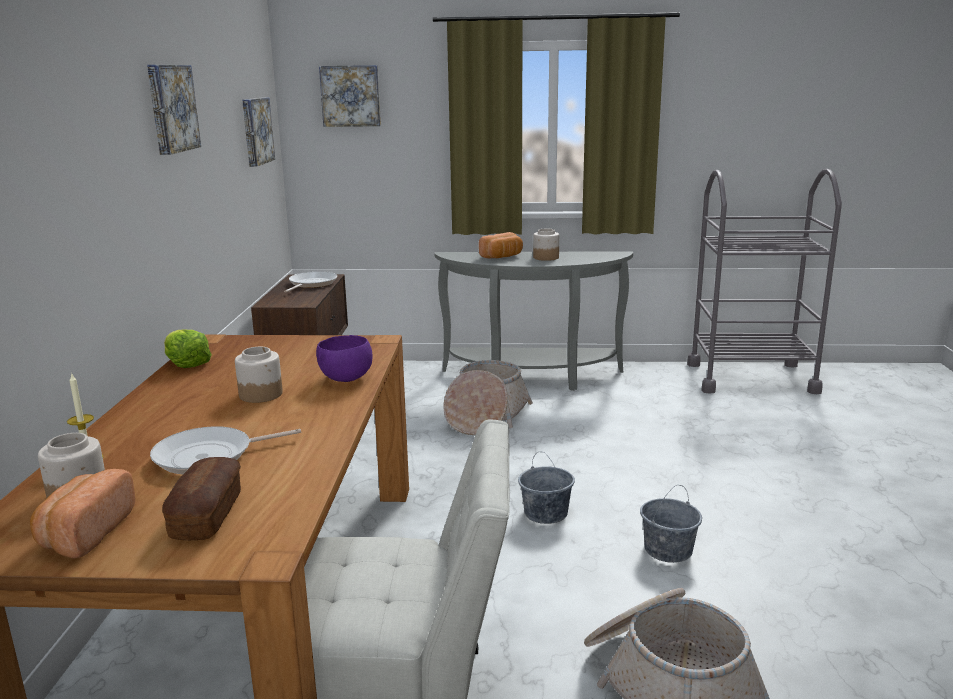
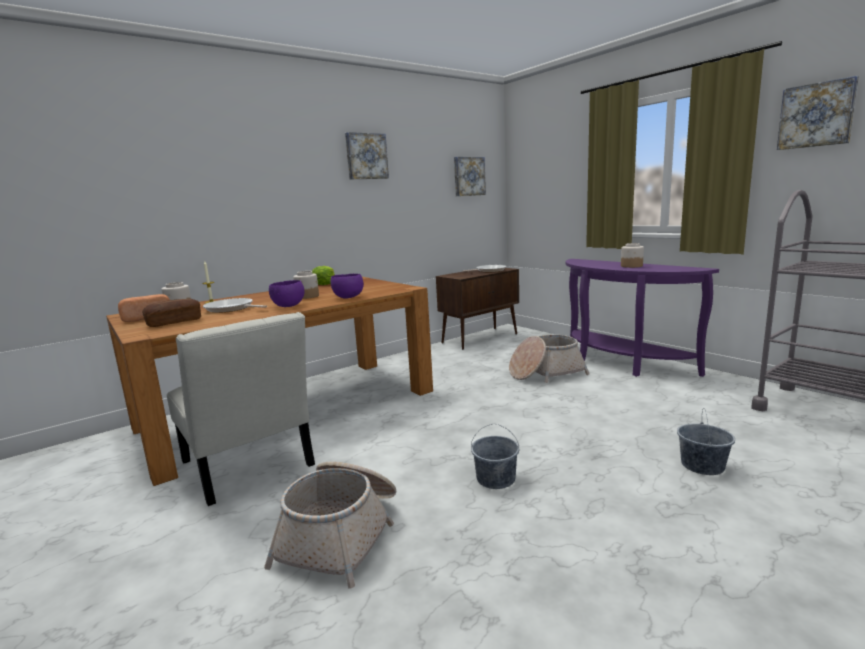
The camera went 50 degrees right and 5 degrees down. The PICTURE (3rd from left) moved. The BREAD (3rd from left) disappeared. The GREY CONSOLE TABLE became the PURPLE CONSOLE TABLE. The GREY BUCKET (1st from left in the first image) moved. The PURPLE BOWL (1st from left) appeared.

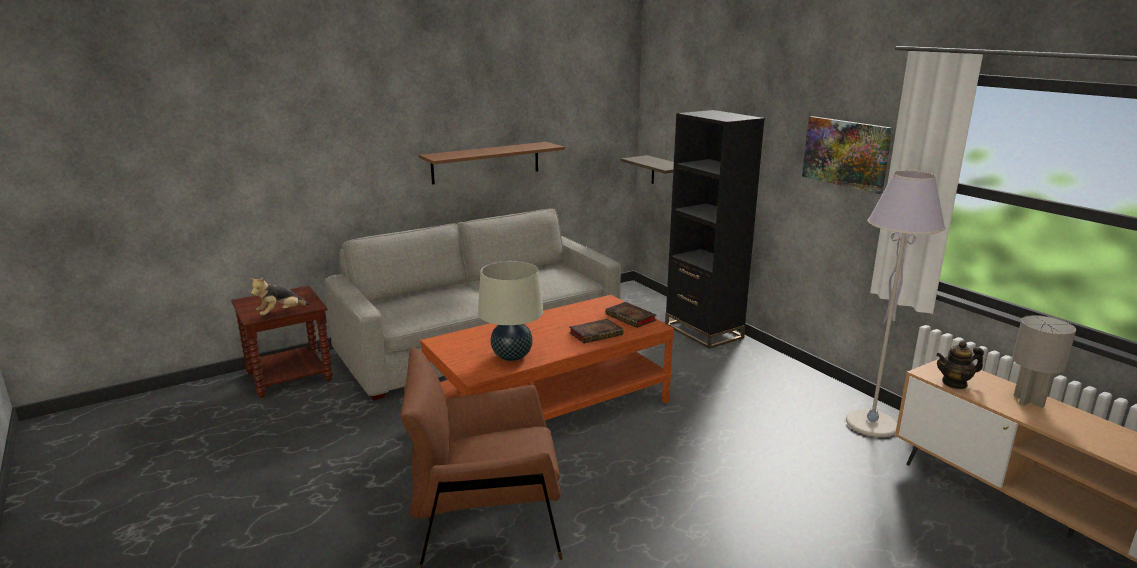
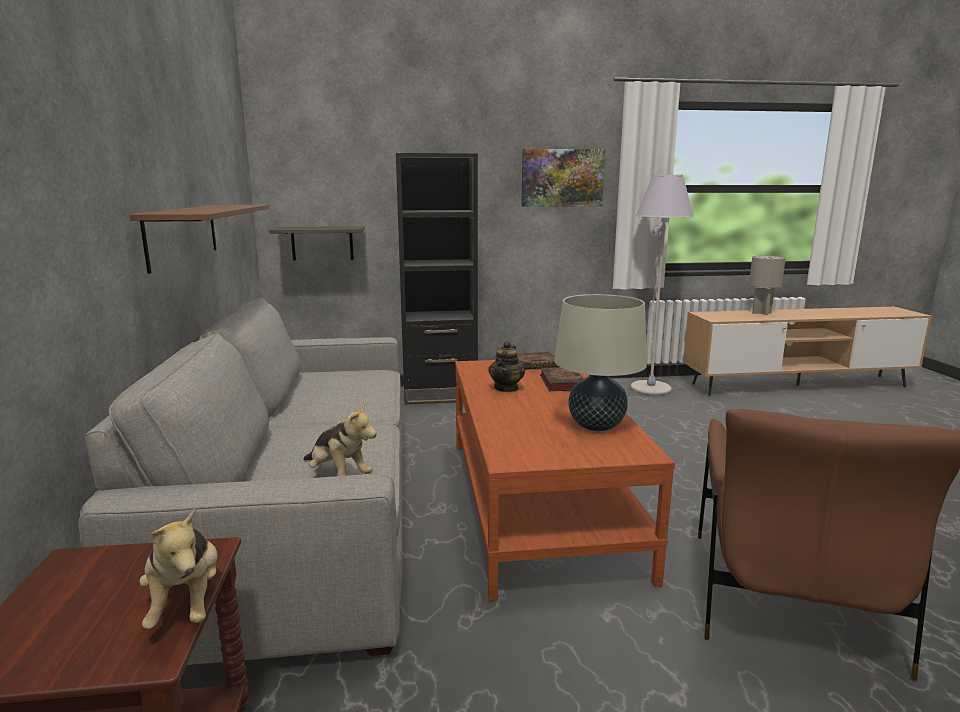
The camera went 65 degrees left and 5 degrees down. The TEAPOT moved. The PLUSH TOY (2nd from left) appeared.

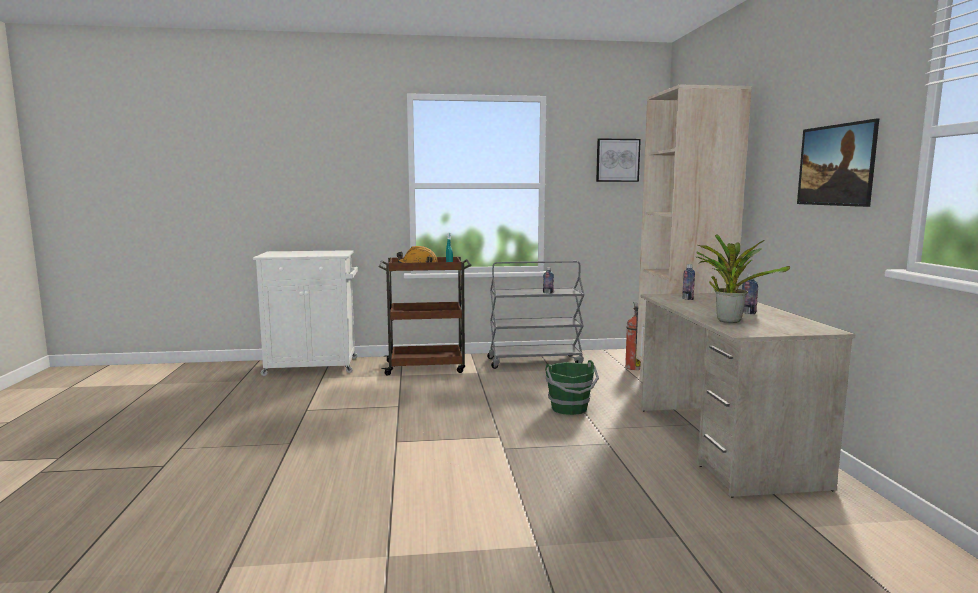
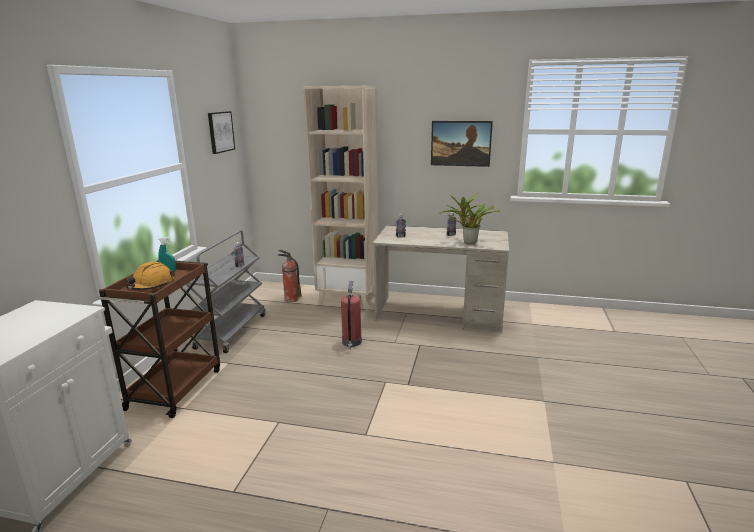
The camera went 70 degrees left and 10 degrees up. The GREEN BUCKET was replaced by the FIRE EXTINGUISHER (2nd from left).

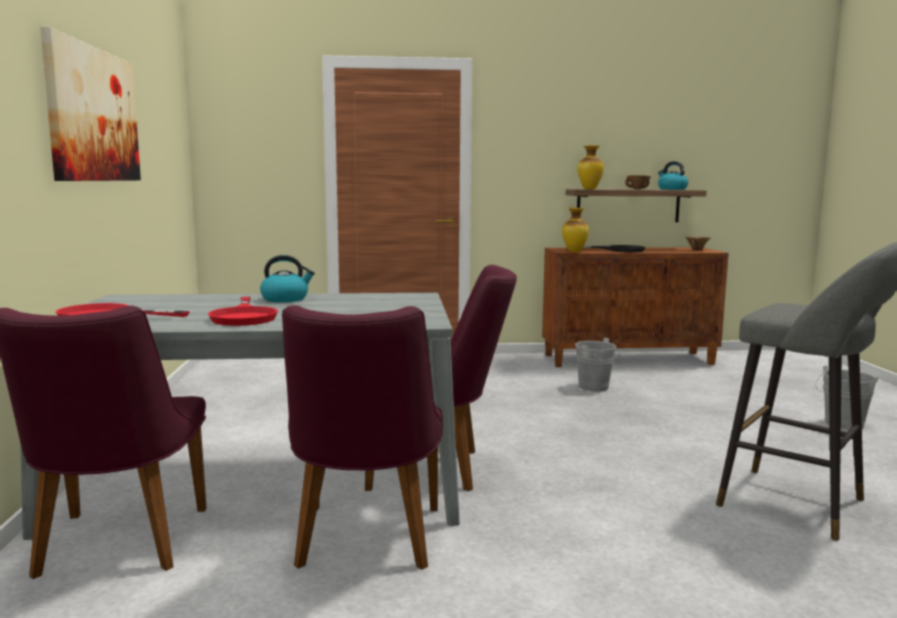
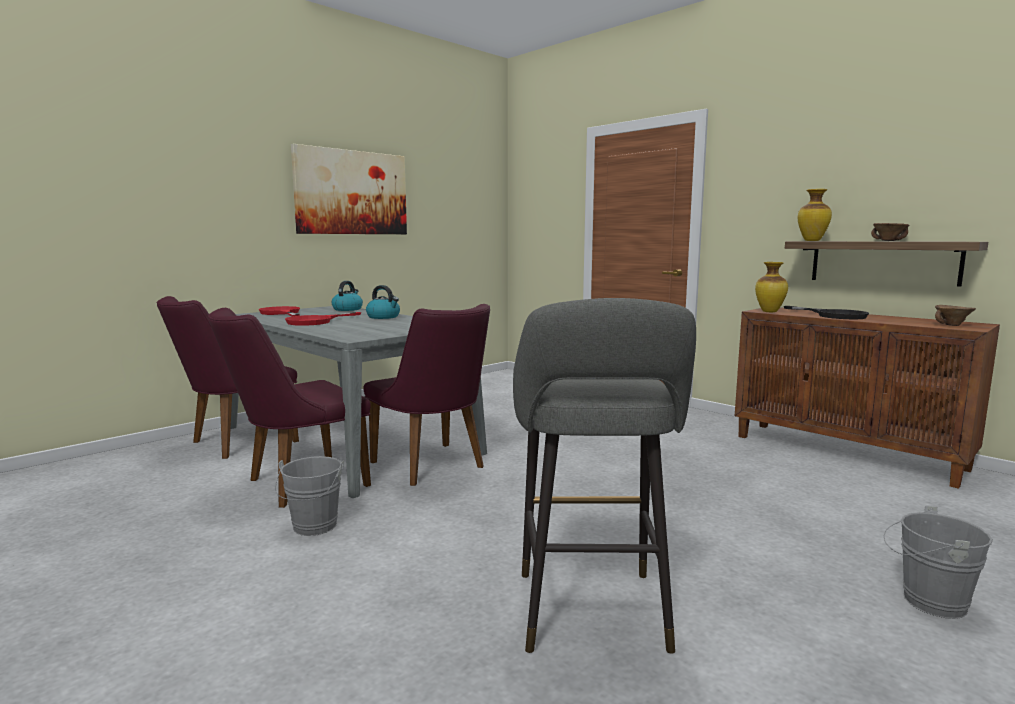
The camera went 50 degrees right and 0 degrees up. The KETTLE (2nd from left in the first image) moved. The GREY BUCKET (1st from left) moved.

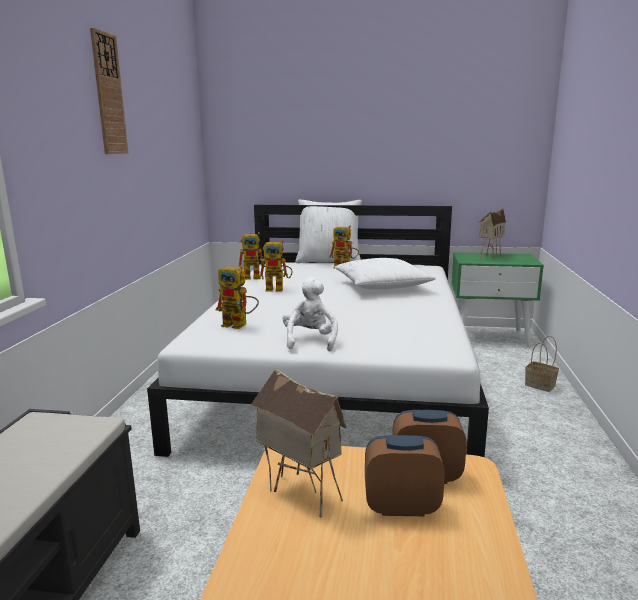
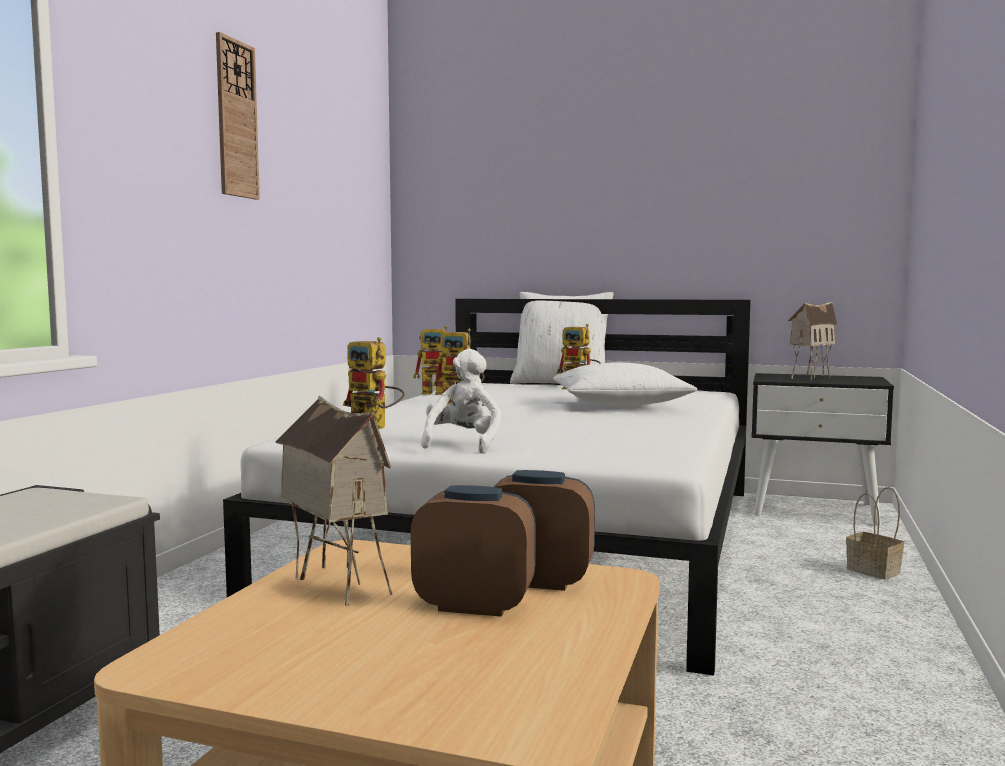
The camera went 10 degrees right and 10 degrees down. The GREEN NIGHTSTAND became the BLACK NIGHTSTAND.

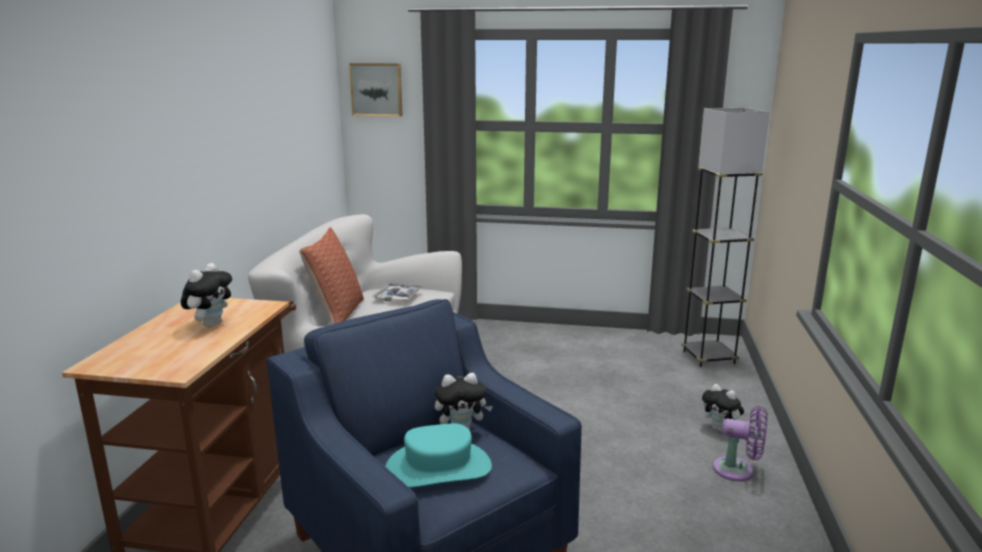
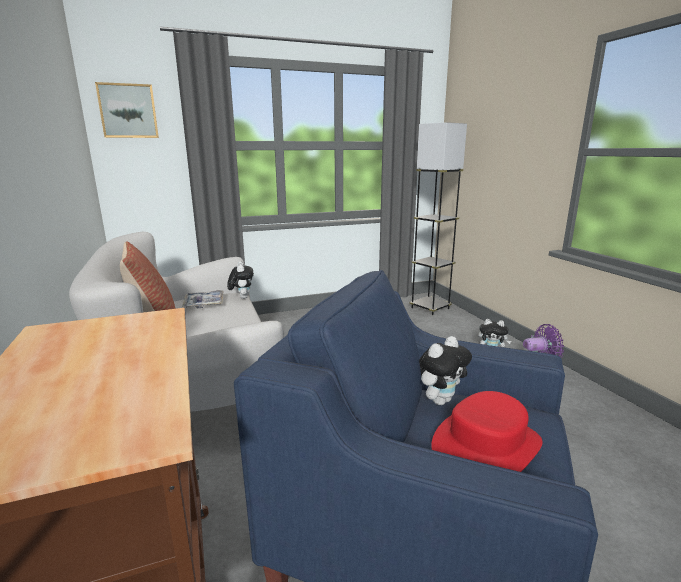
The camera went 30 degrees left and 0 degrees up. The PLUSH TOY (1st from left) moved. The TURQUOISE HAT became the RED HAT.

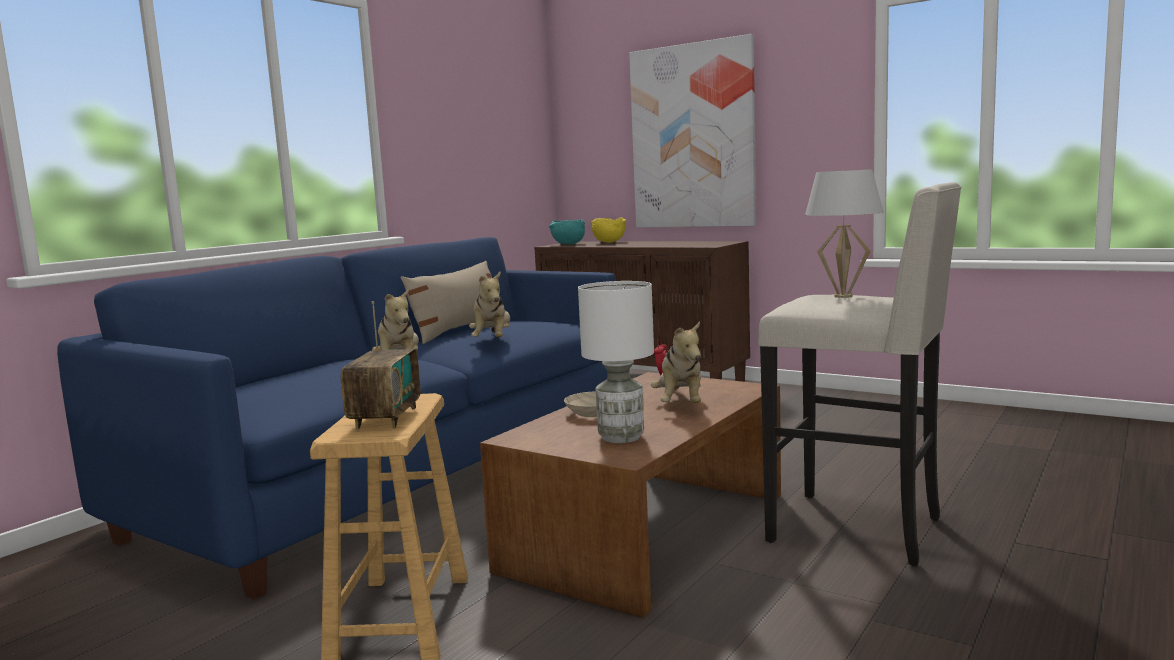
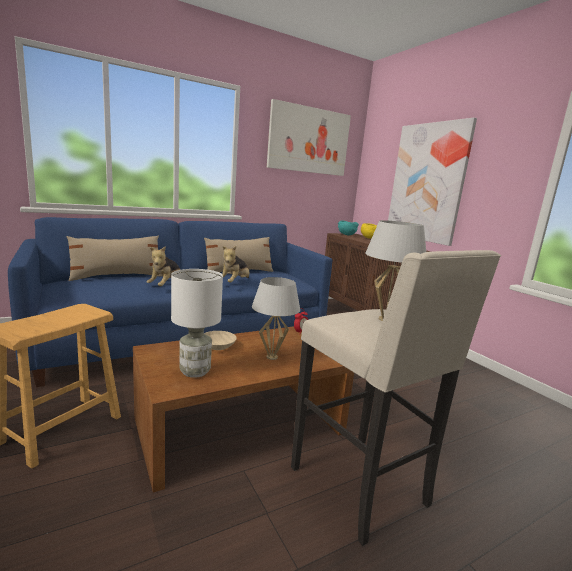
The camera went 25 degrees right and 5 degrees up. The RADIO disappeared. The PLUSH TOY (3rd from left) was replaced by the WHITE TABLE LAMP (2nd from left). The PICTURE (1st from left) appeared. The BEIGE PILLOW (1st from left) appeared.

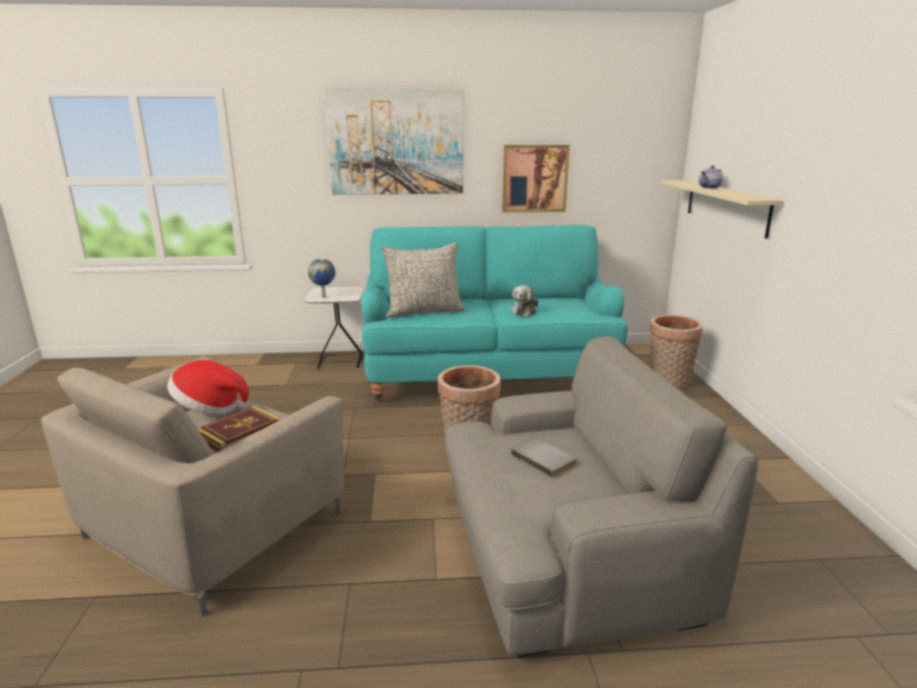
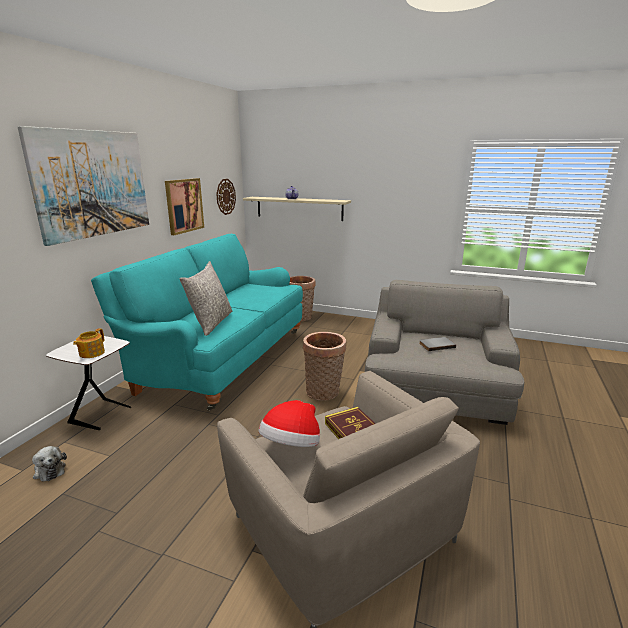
The camera went 65 degrees left and 0 degrees up. The GLOBE was replaced by the TEAPOT (1st from left). The PLUSH TOY moved. The WALL CLOCK appeared.

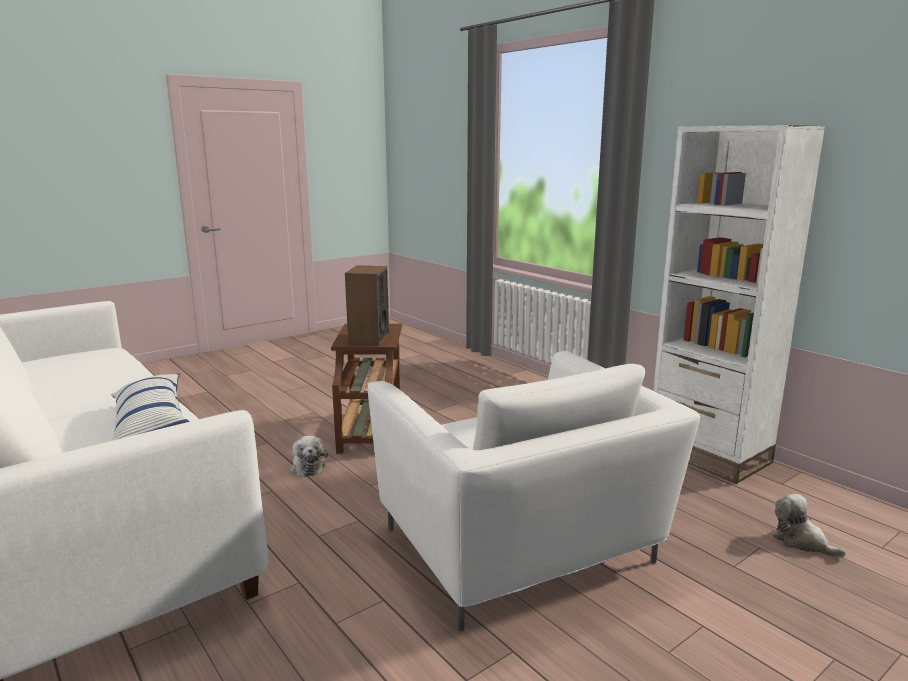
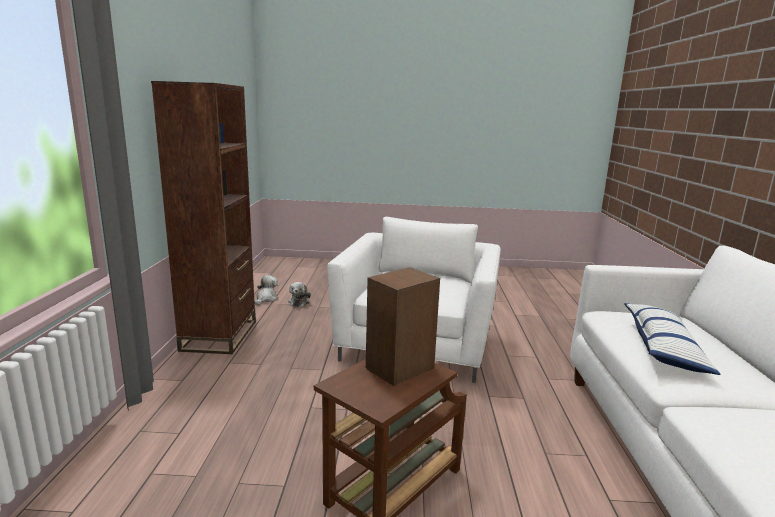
The camera went 140 degrees left and 0 degrees up. The WHITE BOOKCASE became the BROWN BOOKCASE. The PLUSH TOY (1st from left) moved.

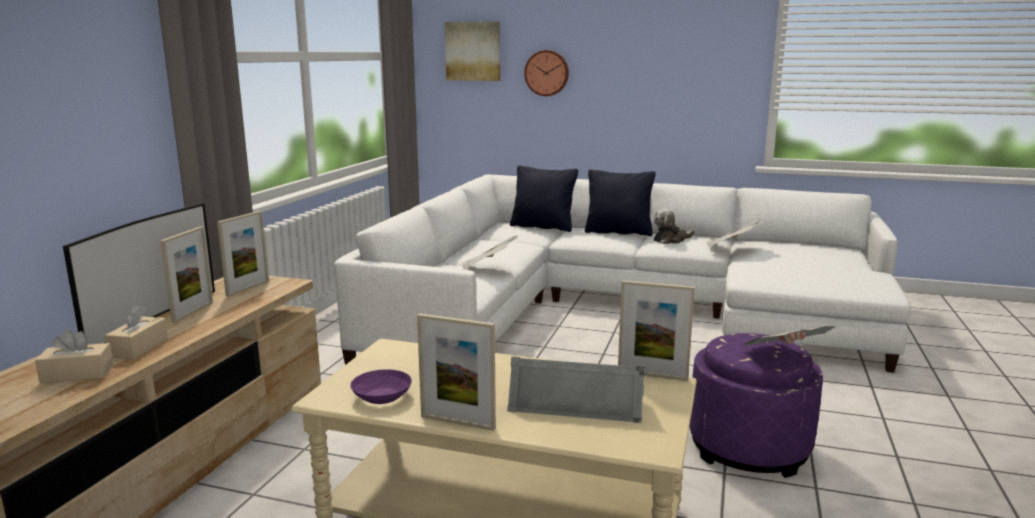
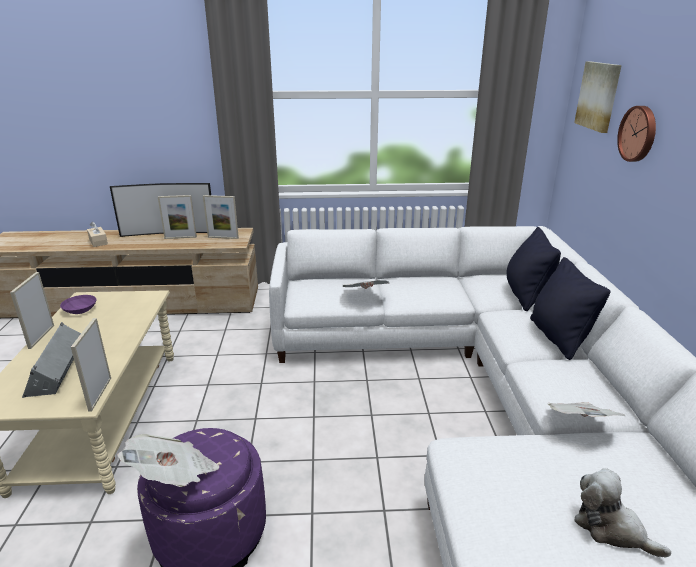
The camera went 70 degrees right and 10 degrees up. The PLUSH TOY moved. The BEIGE TISSUE BOX (2nd from left) disappeared.

